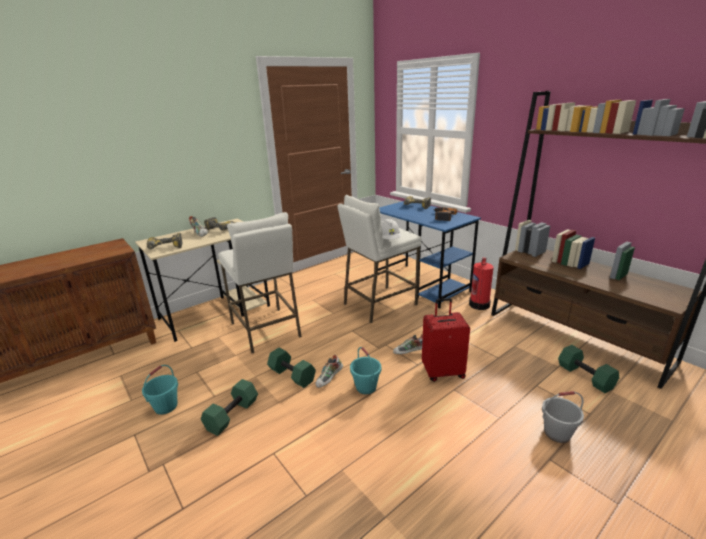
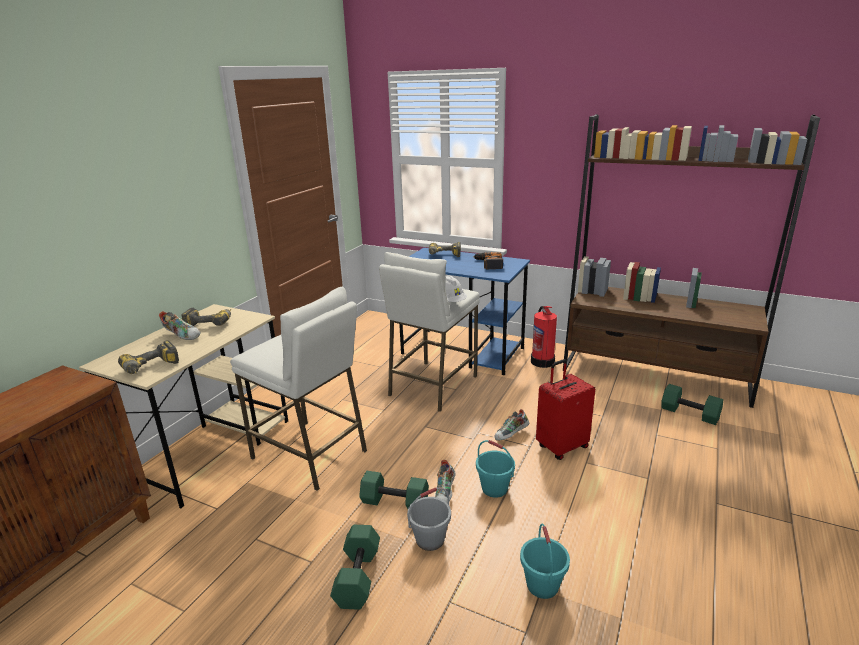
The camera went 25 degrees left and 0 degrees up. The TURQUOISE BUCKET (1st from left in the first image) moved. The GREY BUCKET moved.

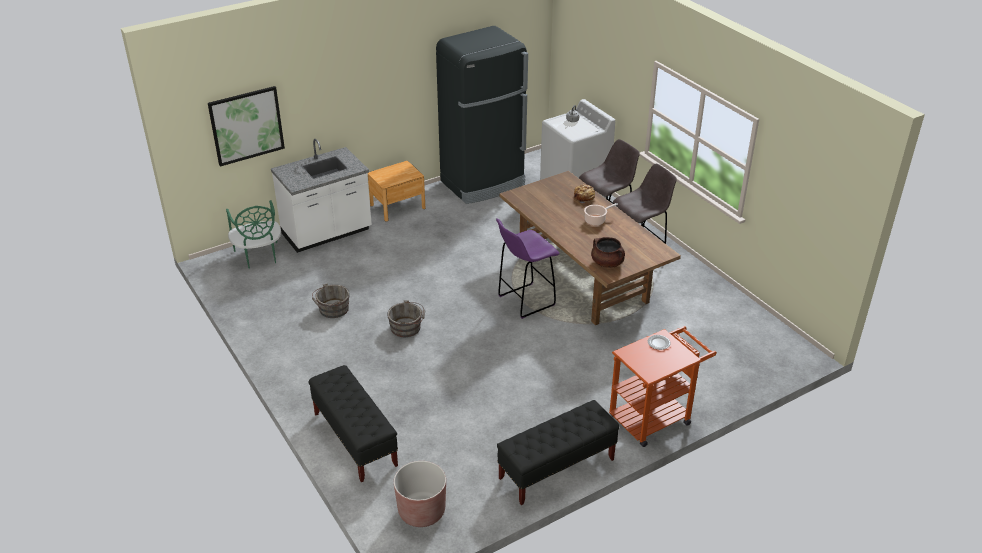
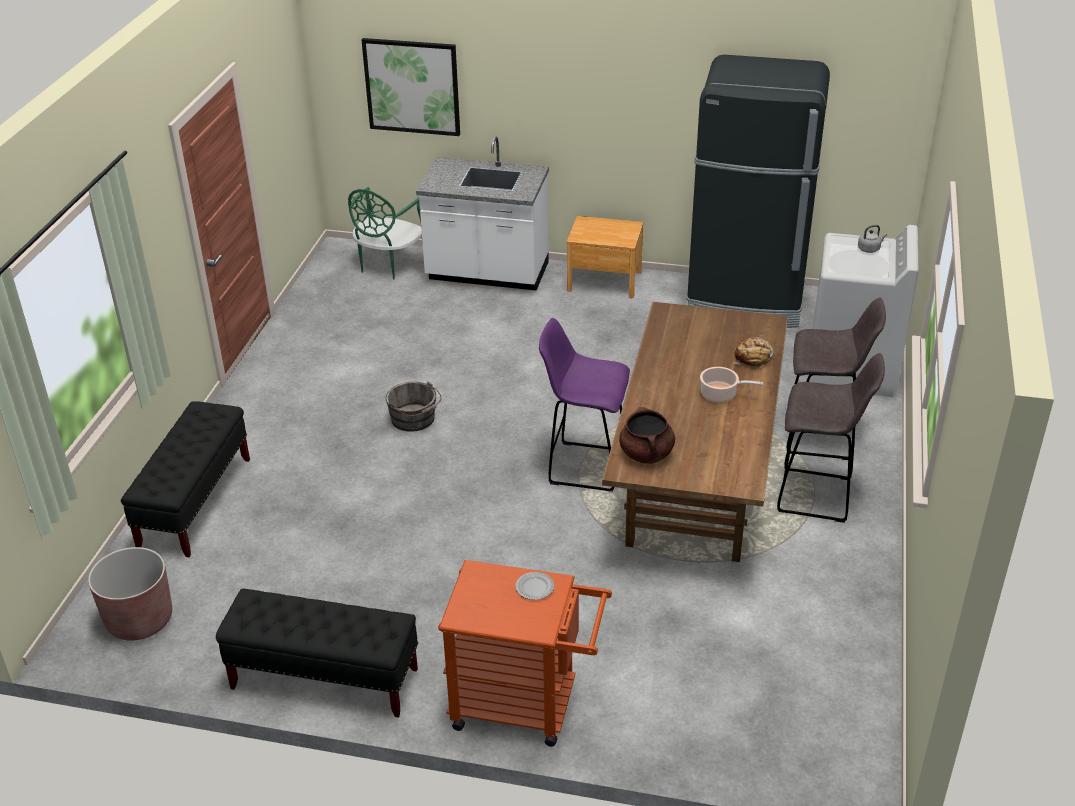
The camera went 45 degrees right and 0 degrees up. The GREY BUCKET (1st from left) disappeared.

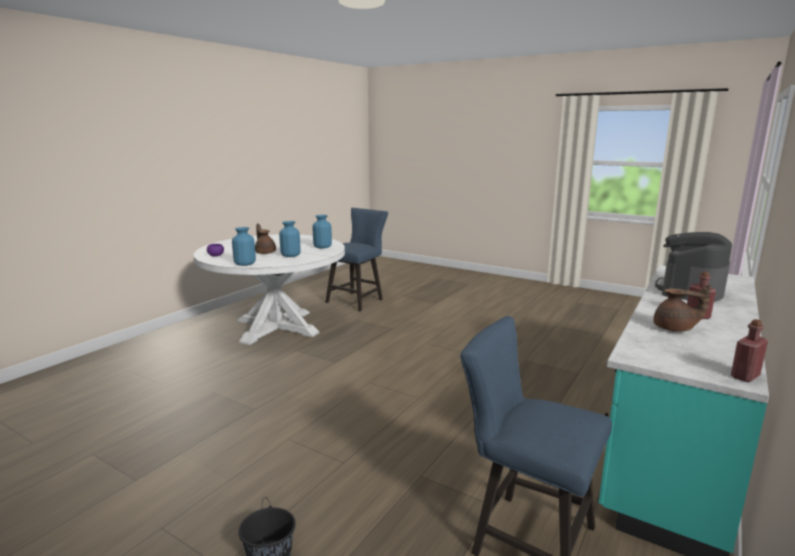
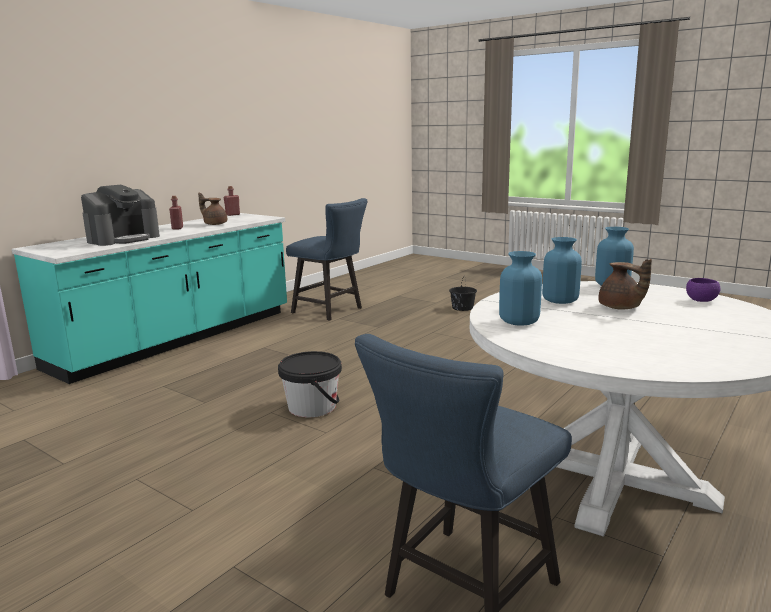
The camera went 175 degrees left and 0 degrees up. The BLACK BUCKET (1st from left) appeared.

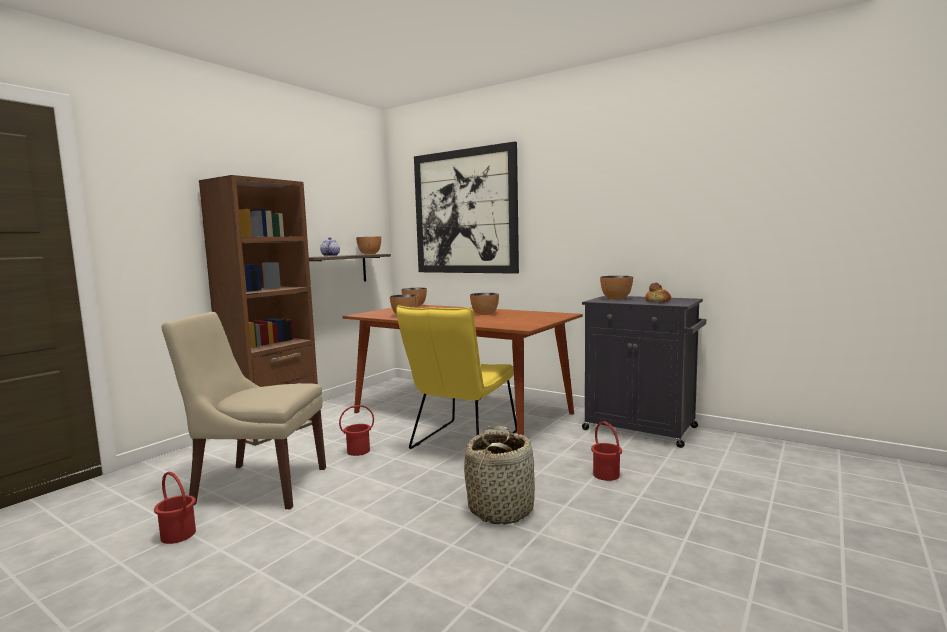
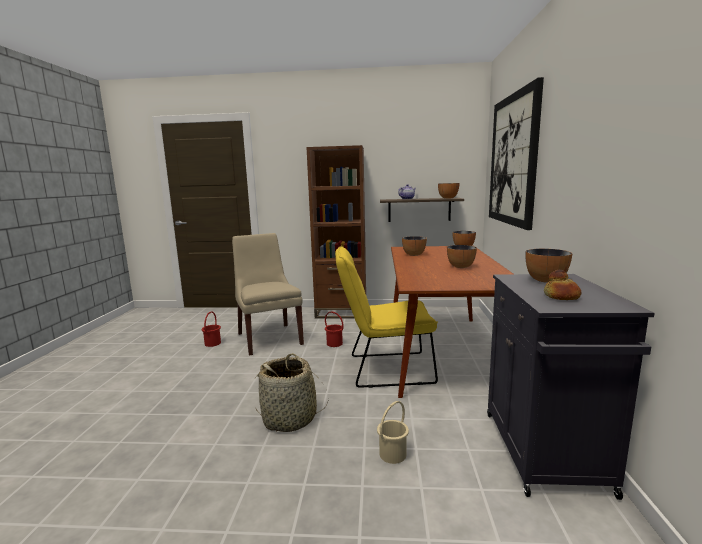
The camera went 60 degrees right and 5 degrees up. The RED BUCKET (3rd from left) became the BEIGE BUCKET.

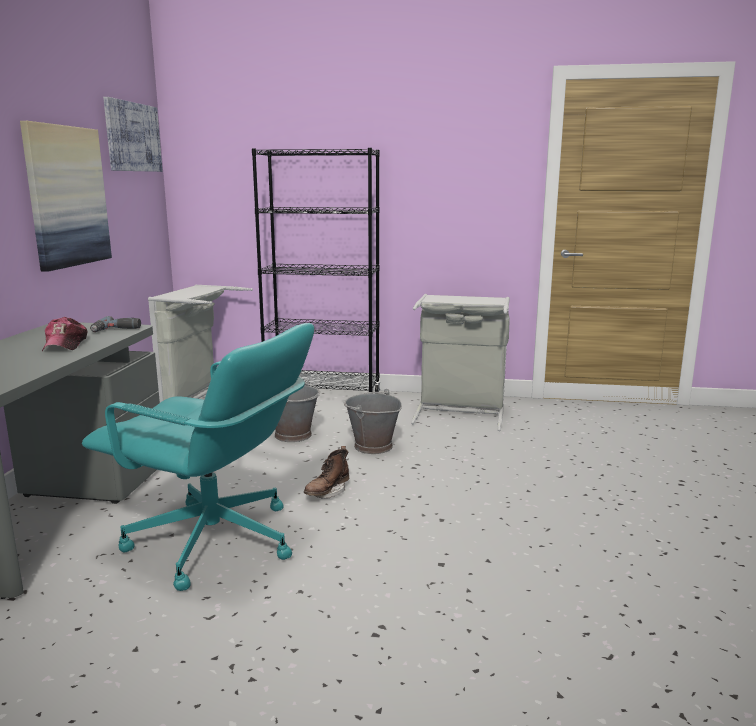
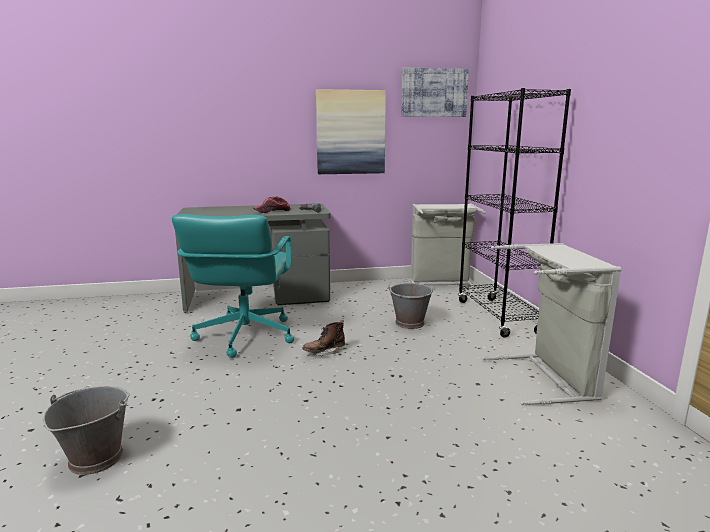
The camera went 70 degrees right and 0 degrees up. The GREY BUCKET (2nd from left in the first image) moved. The BROWN BOOT turned 45 degrees counterclockwise.

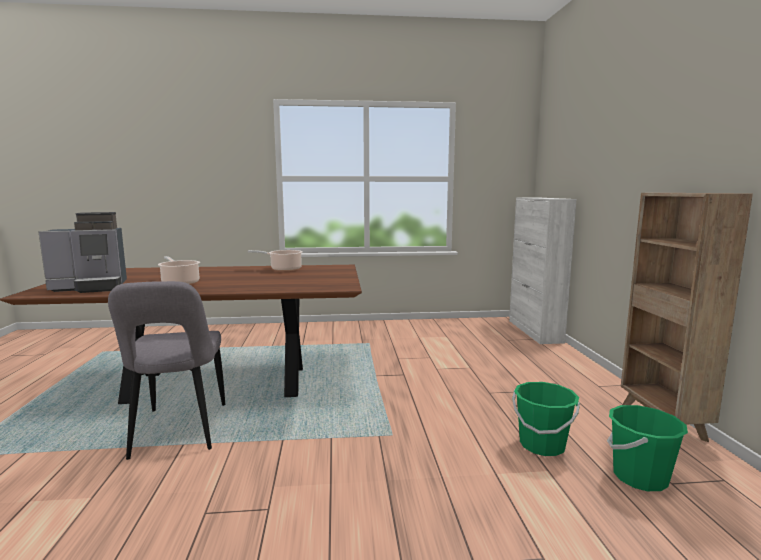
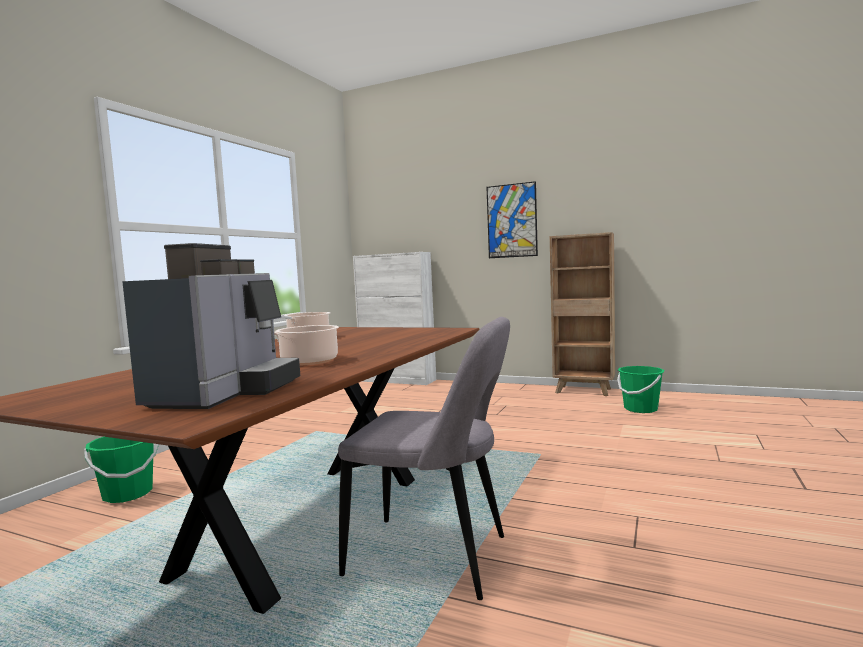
The camera went 60 degrees left and 5 degrees down. The GREEN BUCKET (1st from left) moved. The PICTURE appeared.

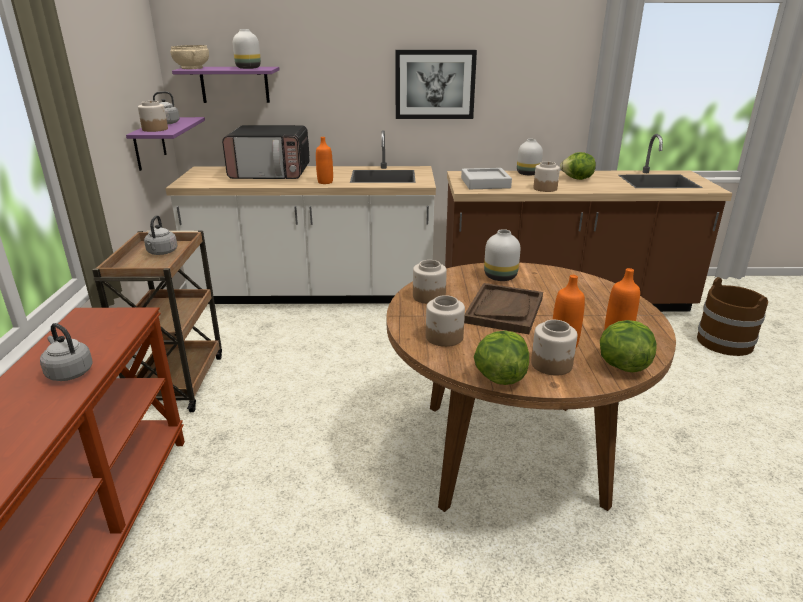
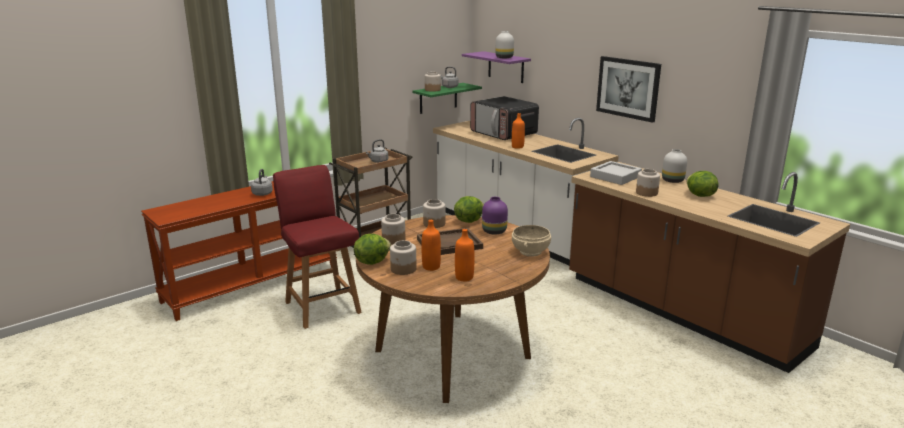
The camera went 50 degrees right and 5 degrees down. The BEIGE BOWL moved. The PURPLE SHELF (1st from left) became the GREEN SHELF. The WHITE VASE (2nd from left) became the PURPLE VASE. The BROWN BUCKET disappeared. The LETTUCE (3rd from left in the first image) moved. The RED CHAIR appeared.

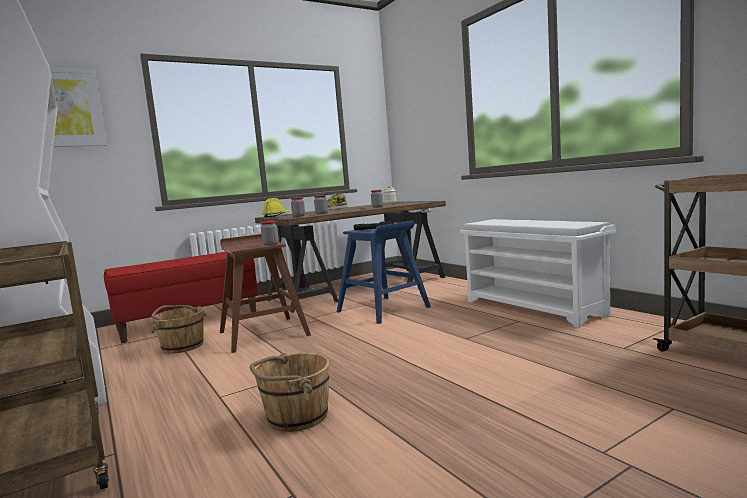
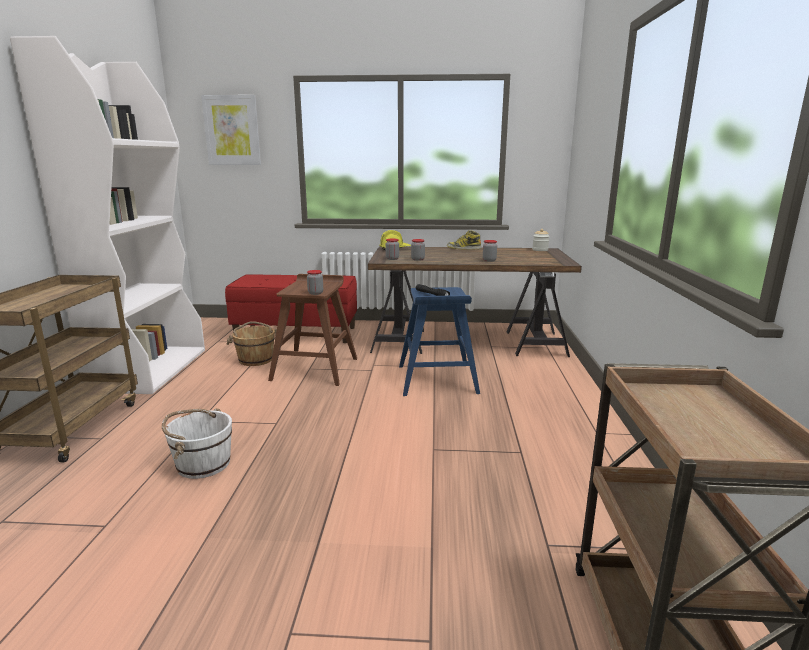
The camera went 35 degrees right and 10 degrees up. The WHITE SHOE RACK disappeared. The BROWN BUCKET (2nd from left) became the WHITE BUCKET.

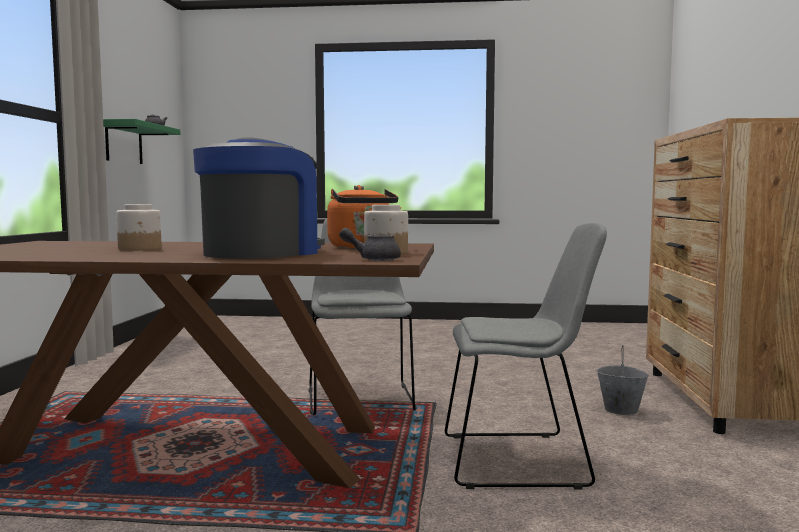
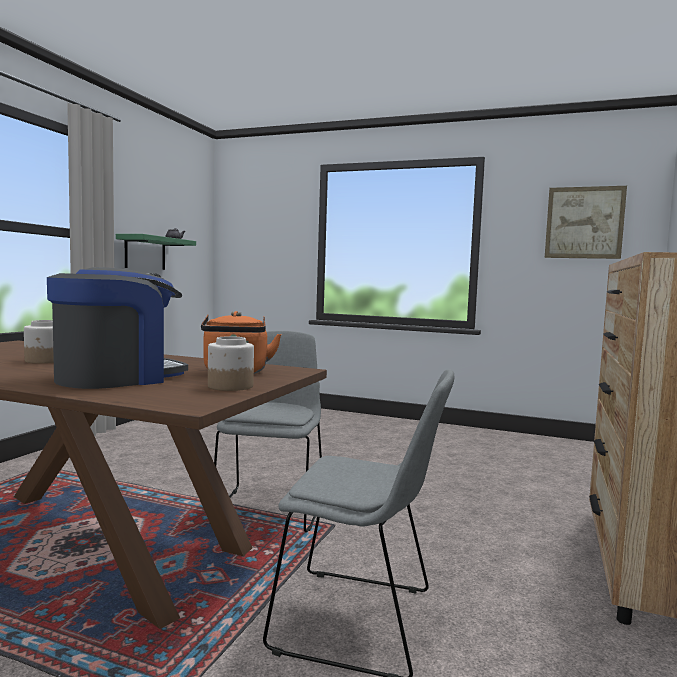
The camera went 15 degrees right and 0 degrees up. The GREY TEAPOT (2nd from left) disappeared. The GREY BUCKET disappeared. The PICTURE appeared.

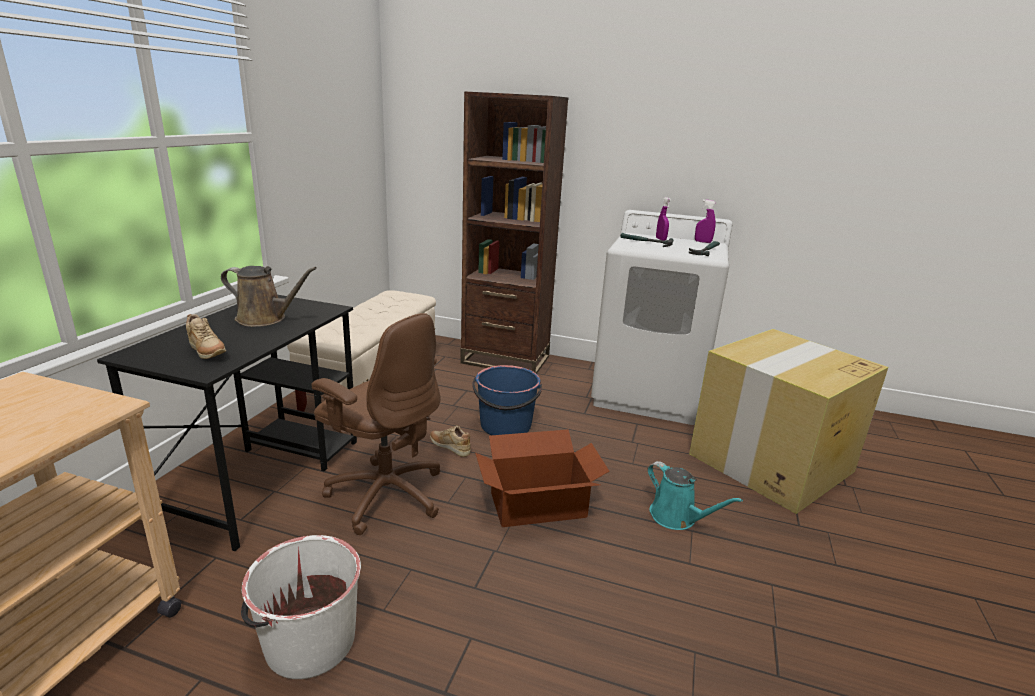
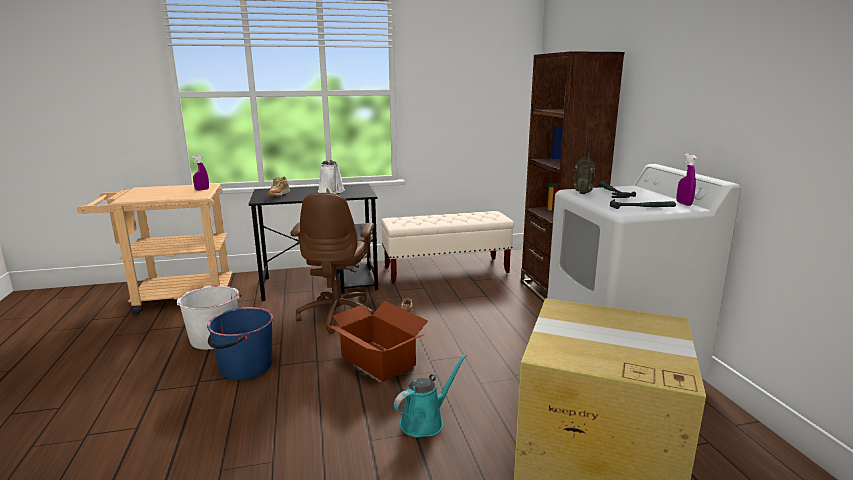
The camera went 60 degrees right and 5 degrees down. The PURPLE SPRAY BOTTLE (1st from left) moved. The BROWN WATERING CAN became the WHITE WATERING CAN. The BLUE BUCKET moved. The TURQUOISE WATERING CAN turned 150 degrees counterclockwise. The RADIO appeared.

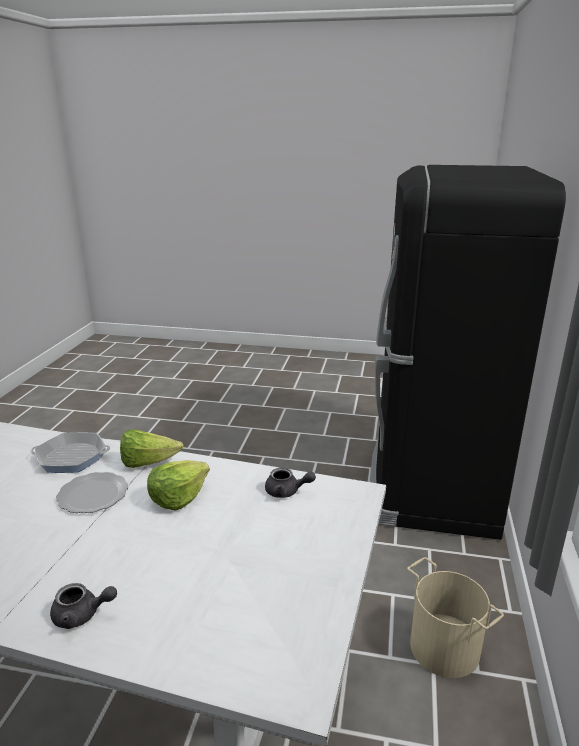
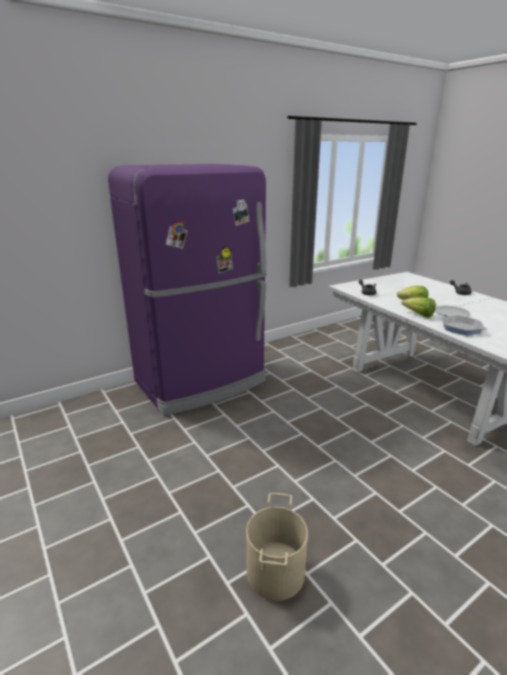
The camera went 135 degrees left and 0 degrees up. The BLACK FRIDGE became the PURPLE FRIDGE. The BEIGE BUCKET moved.

